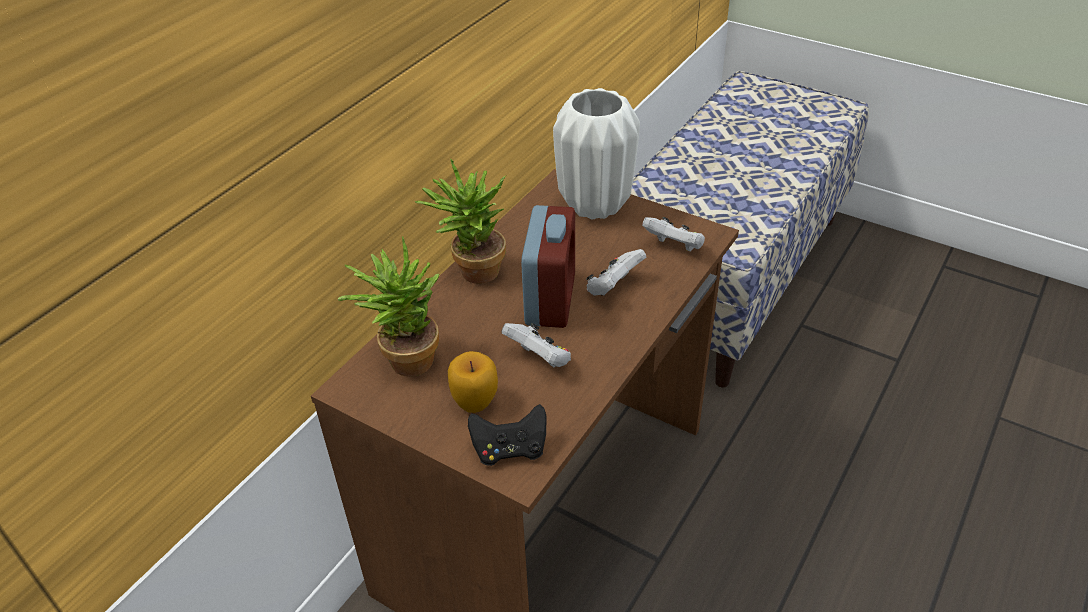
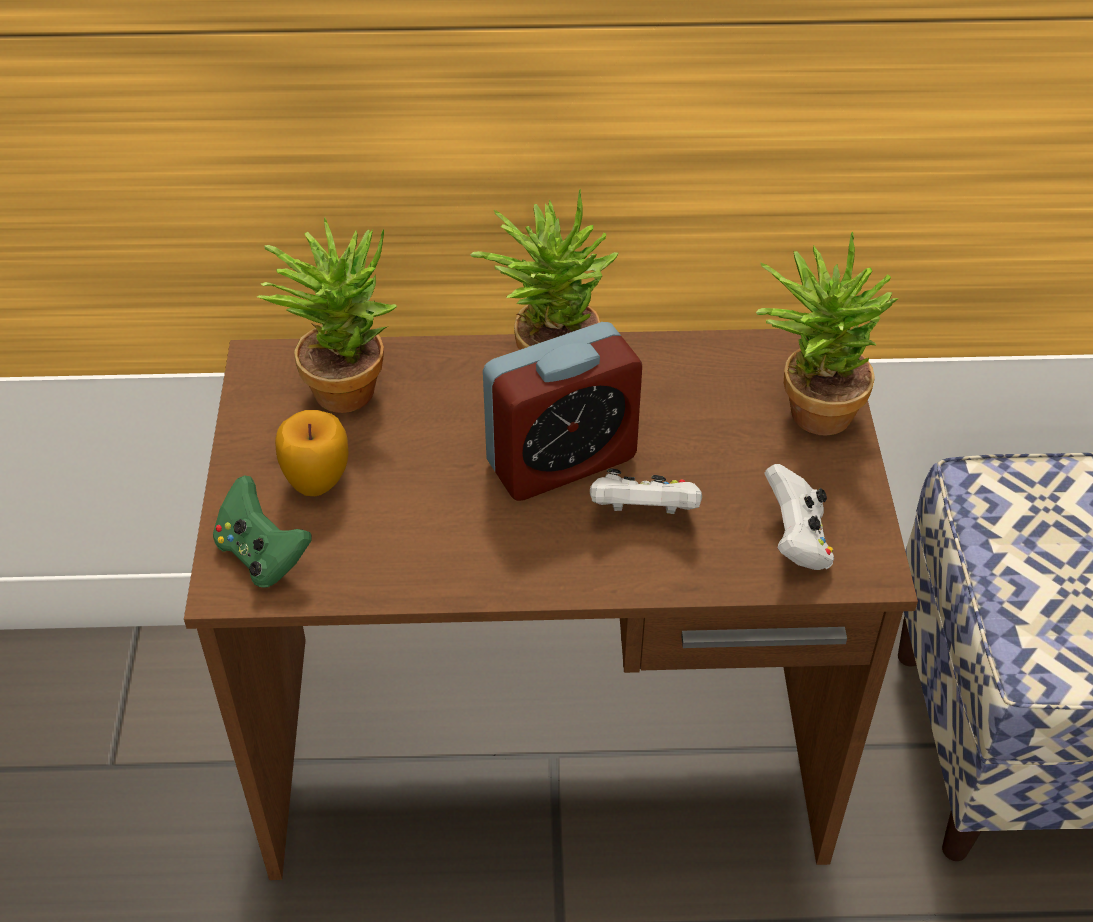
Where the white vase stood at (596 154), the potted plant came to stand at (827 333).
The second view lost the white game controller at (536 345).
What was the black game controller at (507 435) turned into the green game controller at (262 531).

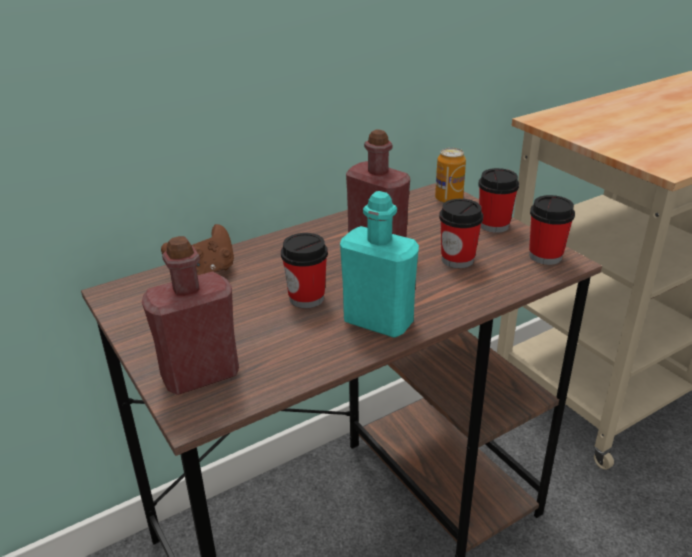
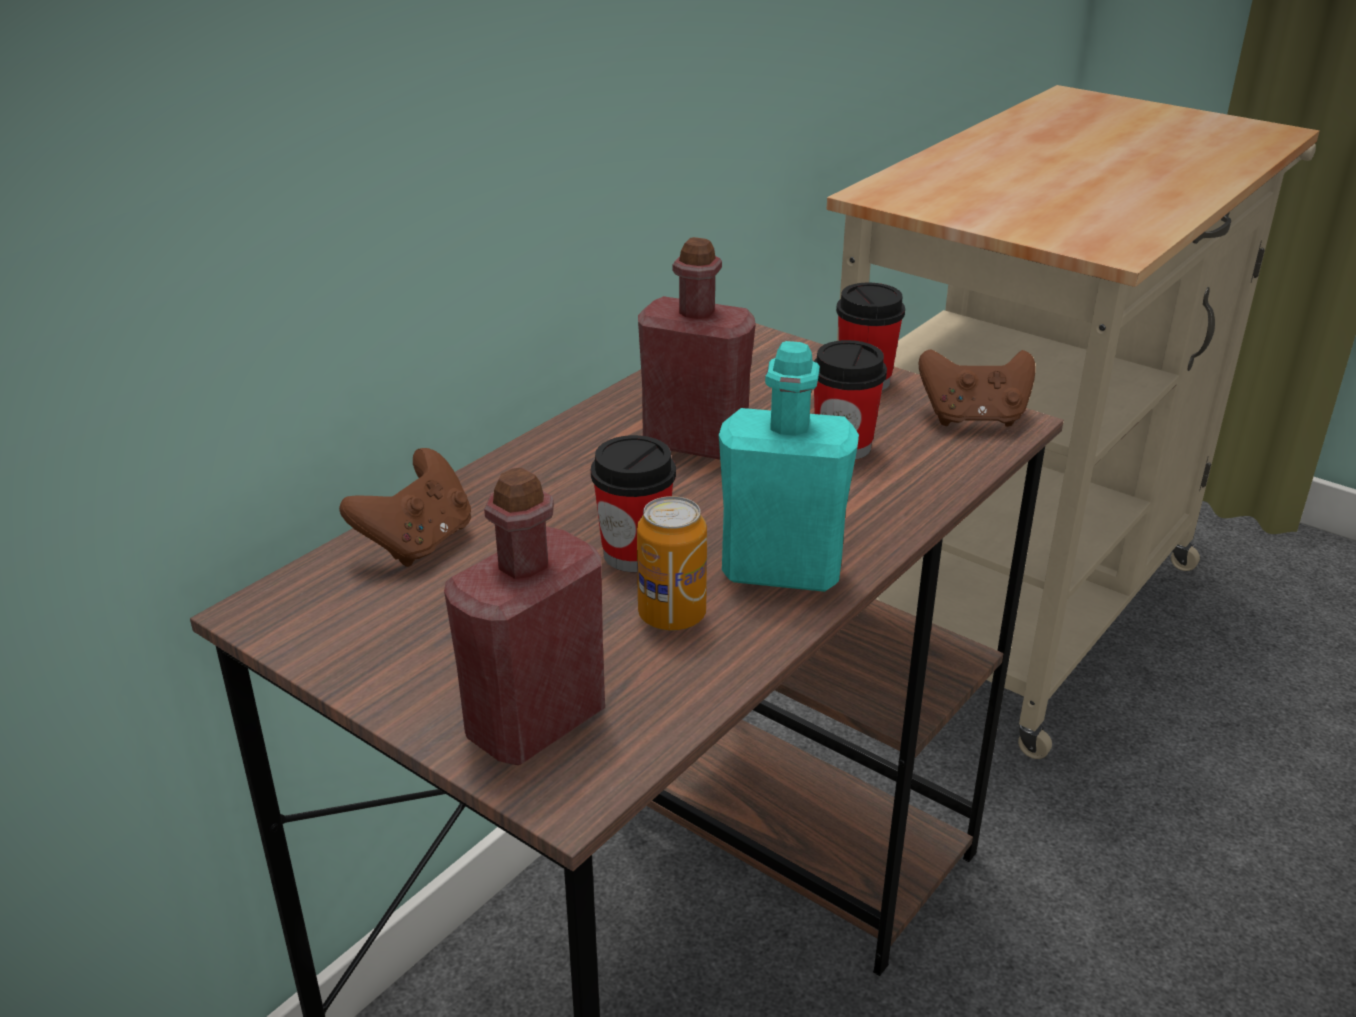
The can ended up elsewhere, having gone from (450 175) to (672 563).
Where the cup stood at (552 230), the brown game controller came to stand at (977 388).

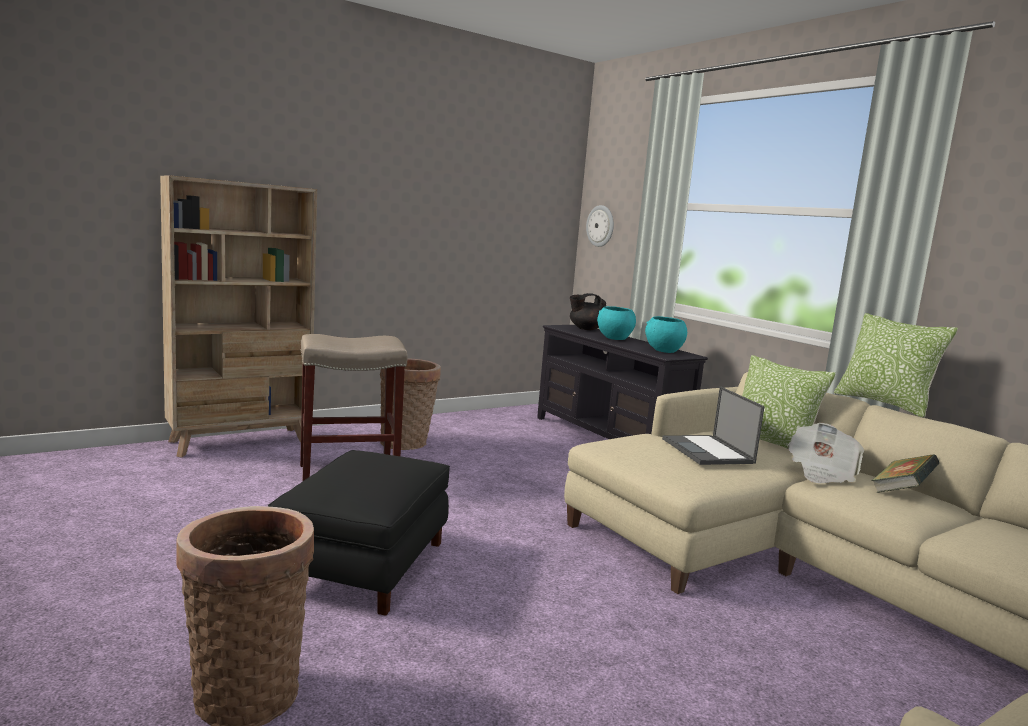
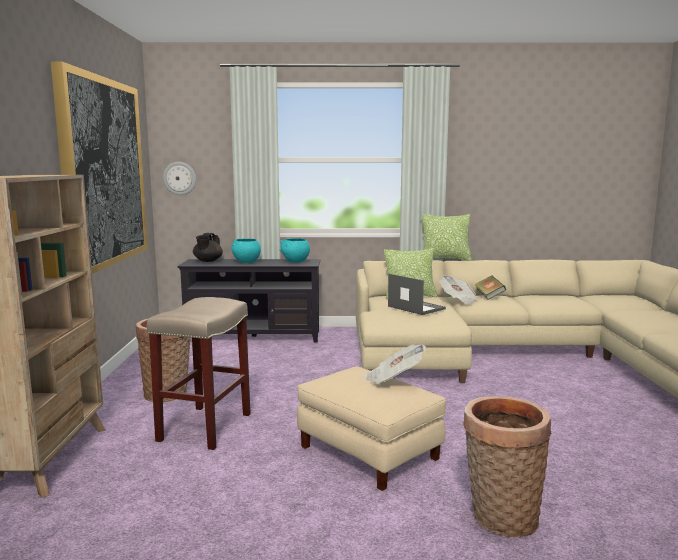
The laptop at (713 425) ended up facing another way, 150 degrees counterclockwise from before.
What was the black ottoman at (359 533) turned into the beige ottoman at (371 428).
The second view gained the picture at (99 167).
The second view gained the newspaper at (394 365).

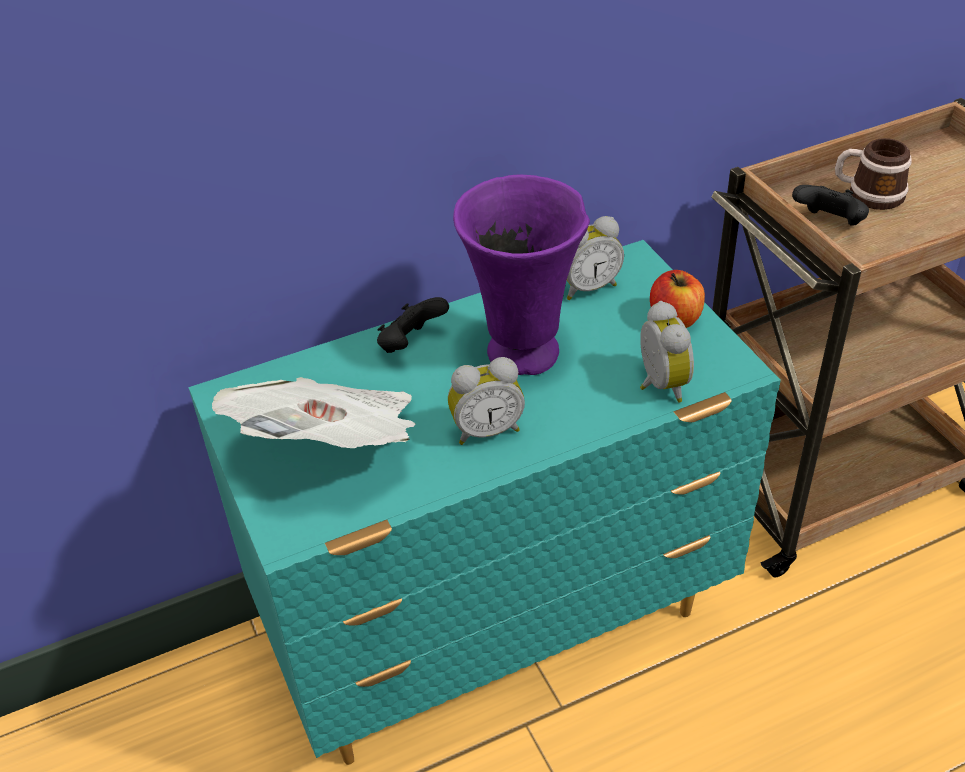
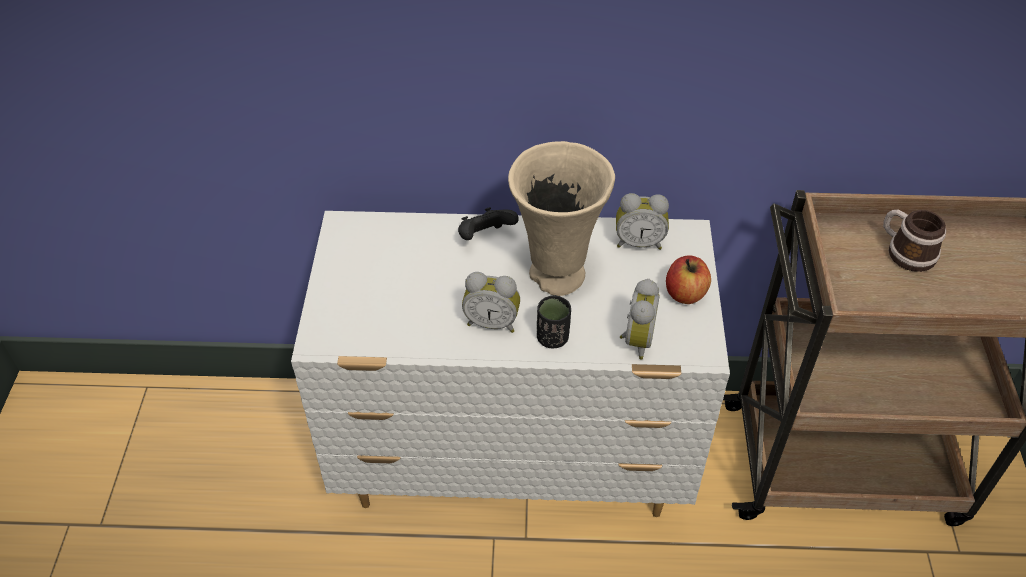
What was the purple vase at (521 275) turned into the beige vase at (561 218).
The second view lost the black game controller at (830 205).
What was the turquoise dresser at (484 502) turned into the white dresser at (510 364).
The second view lost the newspaper at (314 412).
The second view gained the black cup at (554 322).

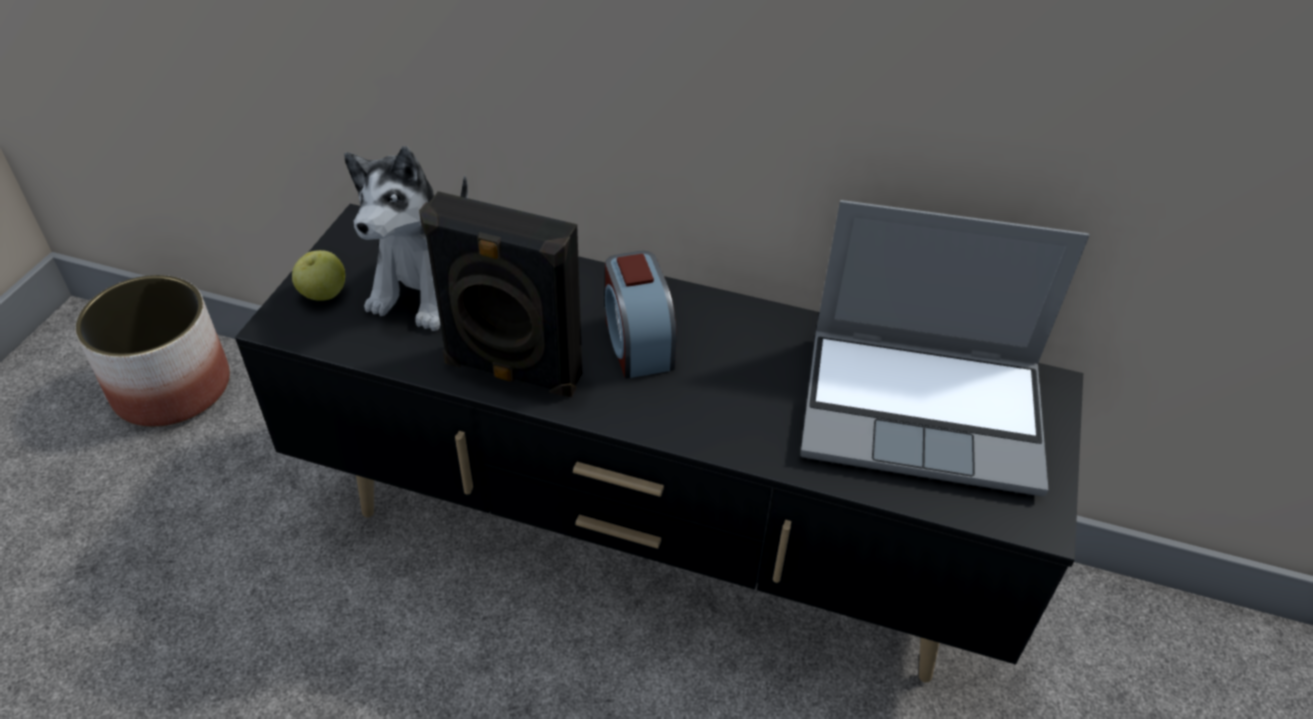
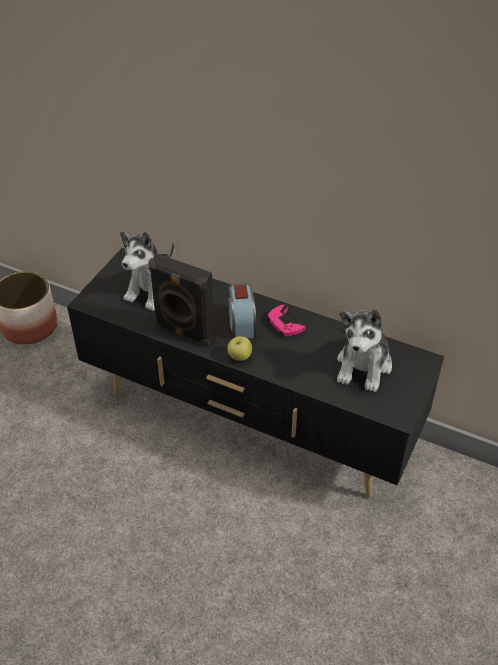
Where the laptop stood at (945 348), the plush toy came to stand at (364 350).
The apple ended up elsewhere, having gone from (318 275) to (239 348).
The second view gained the pink game controller at (285 320).

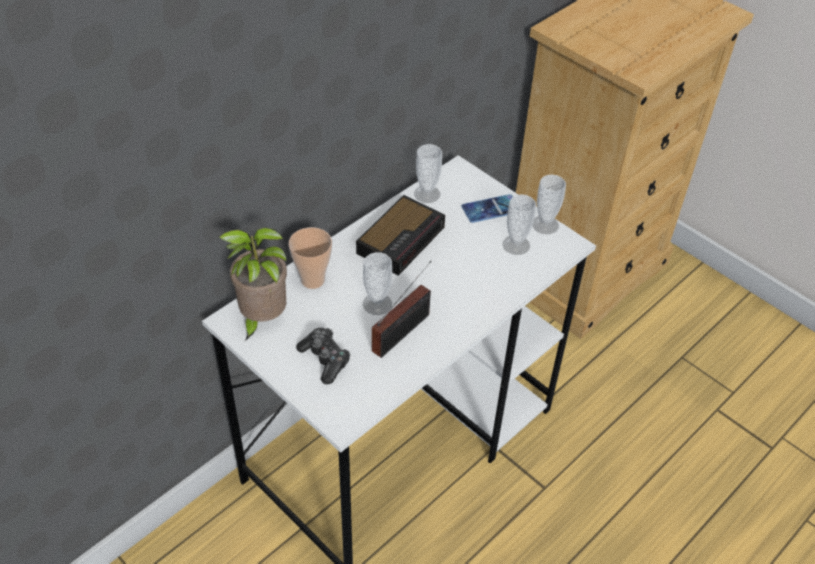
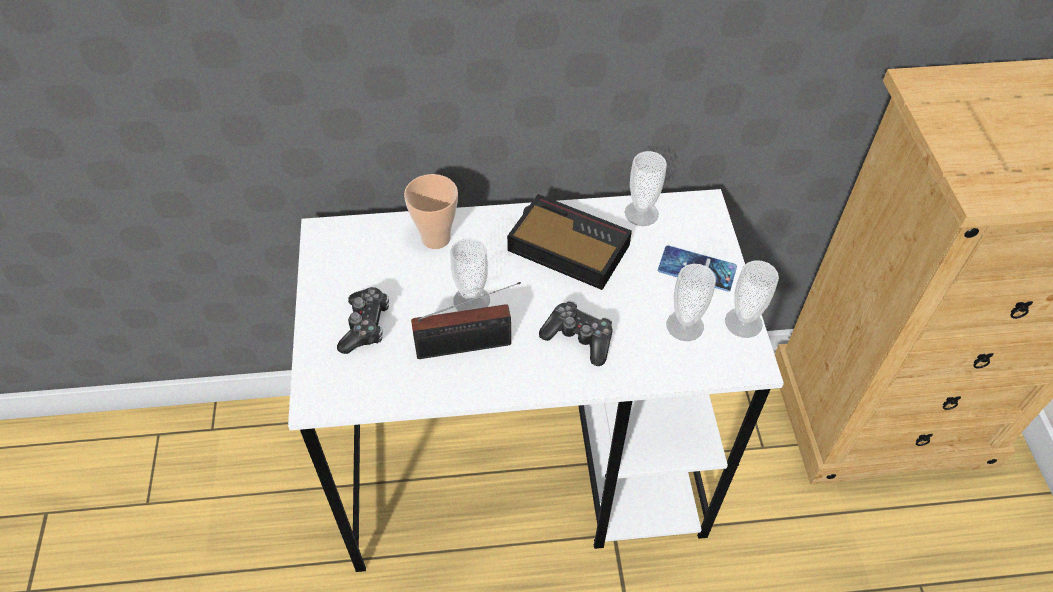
The alarm clock at (400 235) ended up facing another way, 135 degrees counterclockwise from before.
The second view lost the potted plant at (253 284).
The second view gained the game controller at (576 333).

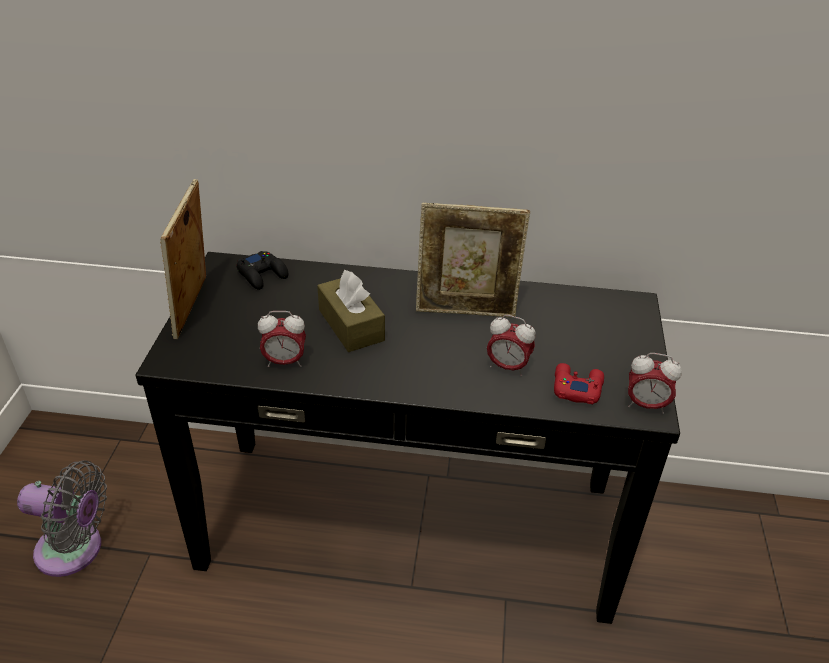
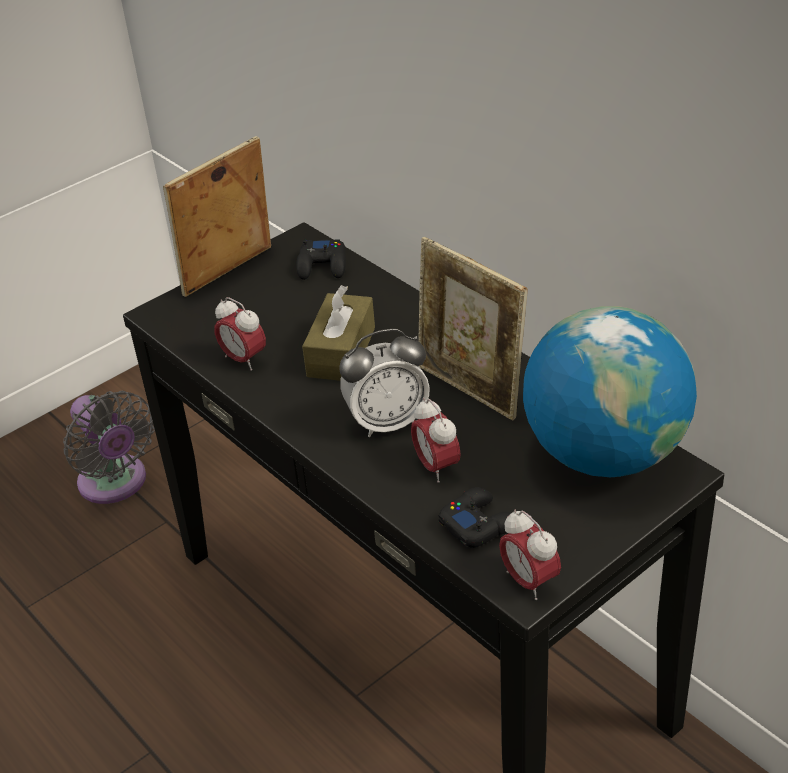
What was the red game controller at (579 383) turned into the black game controller at (475 517).
The second view gained the globe at (610 391).
The second view gained the alarm clock at (384 383).

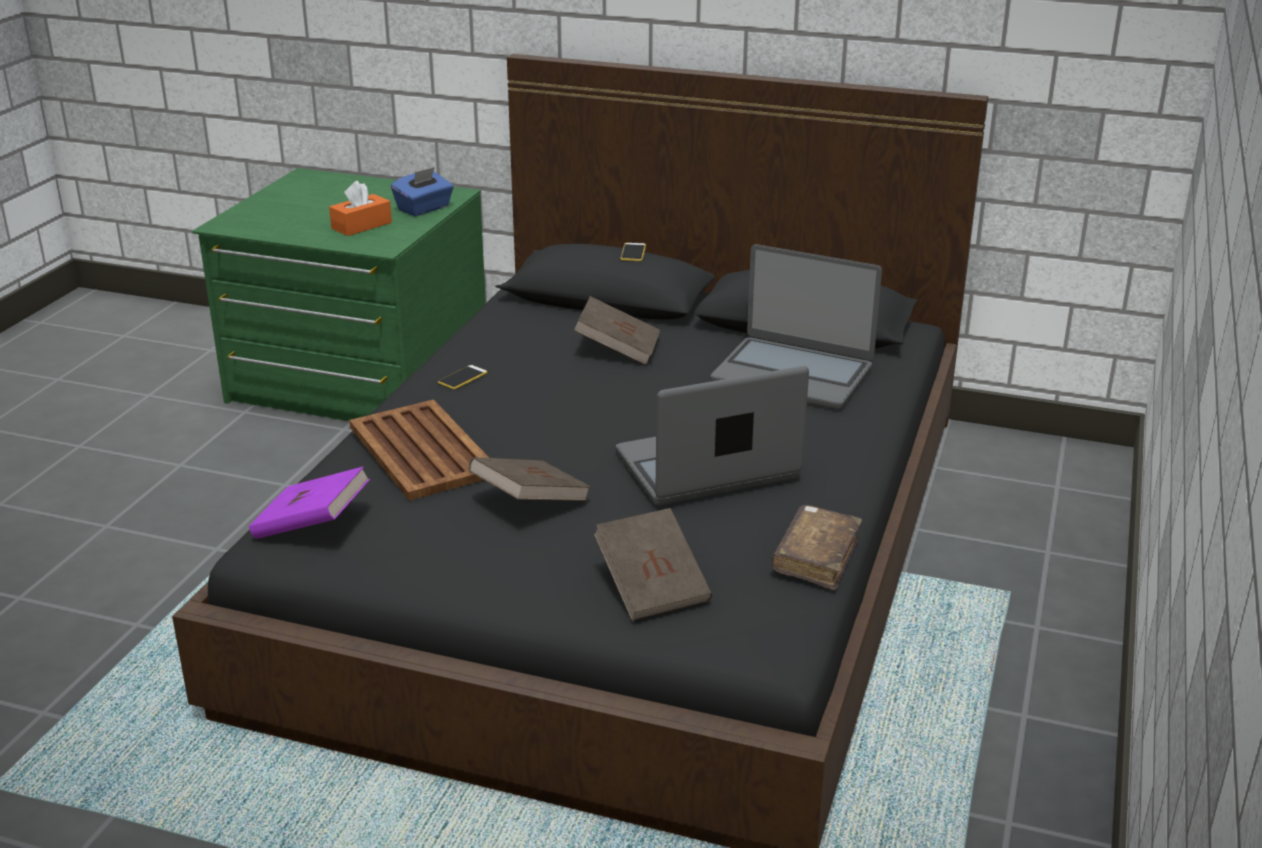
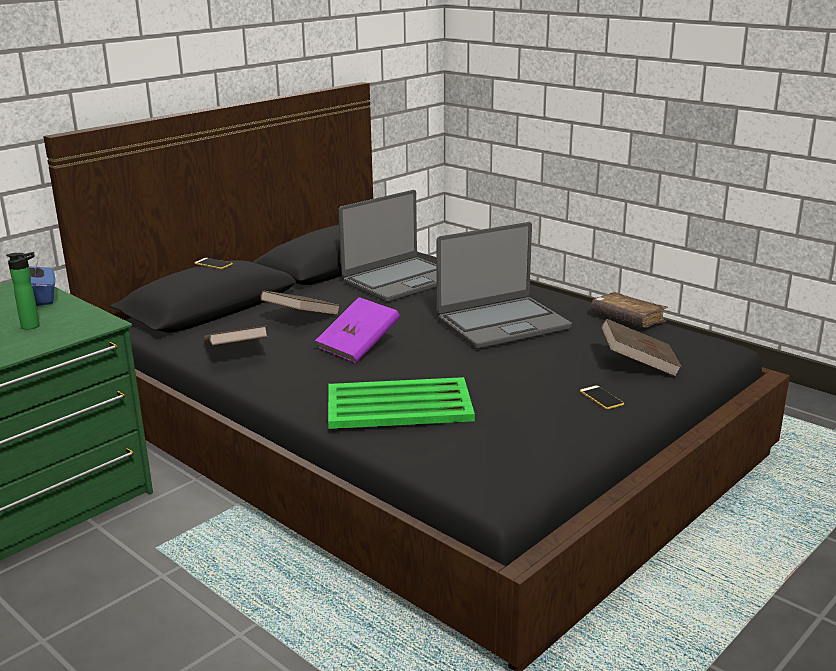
Where the orange tissue box stood at (360 208), the bottle came to stand at (23 291).
The phone ended up elsewhere, having gone from (462 377) to (602 397).
The laptop at (712 435) ended up facing another way, 120 degrees counterclockwise from before.
What was the brown tray at (419 450) turned into the green tray at (401 403).
The brown book ended up elsewhere, having gone from (530 479) to (236 336).
The purple book ended up elsewhere, having gone from (309 503) to (357 330).

